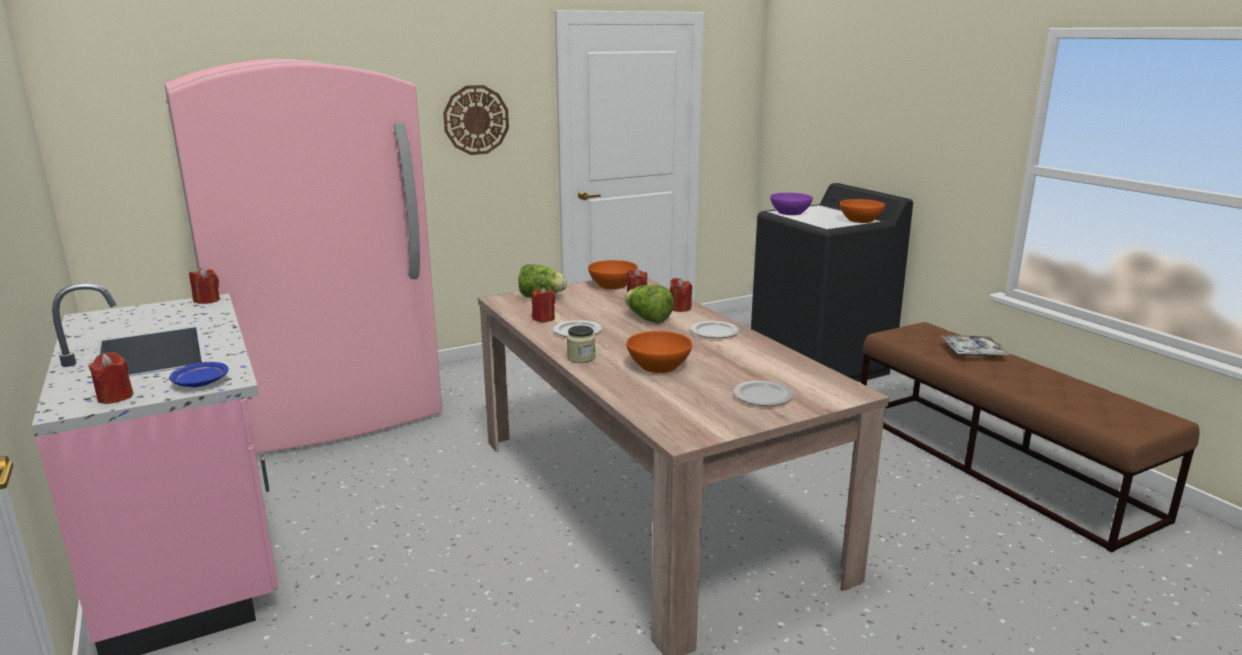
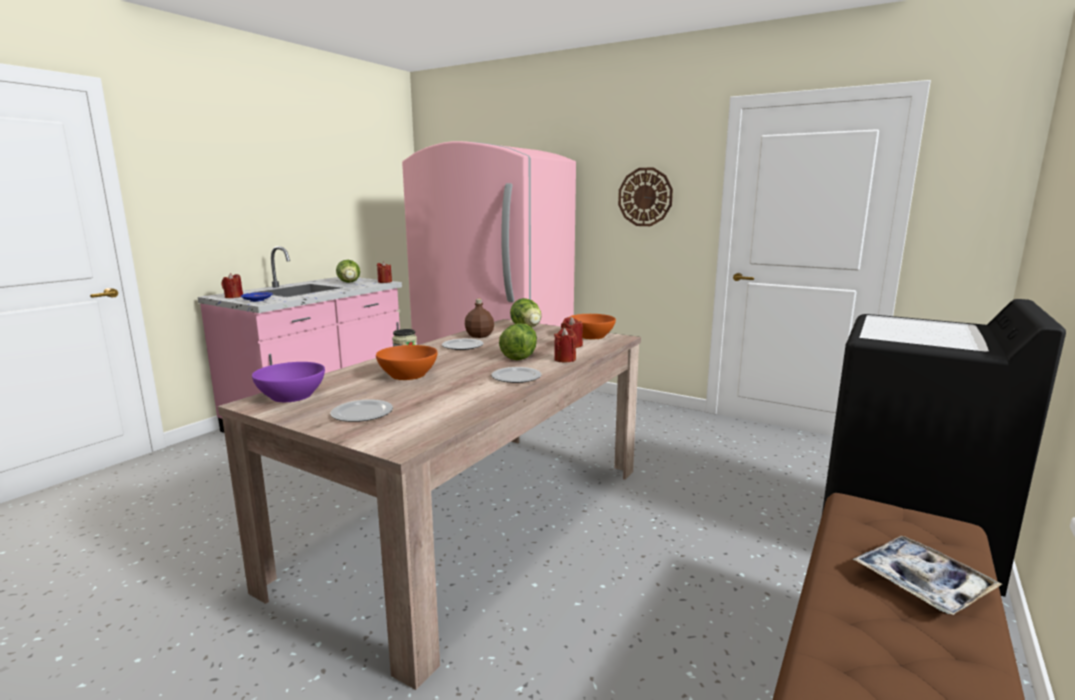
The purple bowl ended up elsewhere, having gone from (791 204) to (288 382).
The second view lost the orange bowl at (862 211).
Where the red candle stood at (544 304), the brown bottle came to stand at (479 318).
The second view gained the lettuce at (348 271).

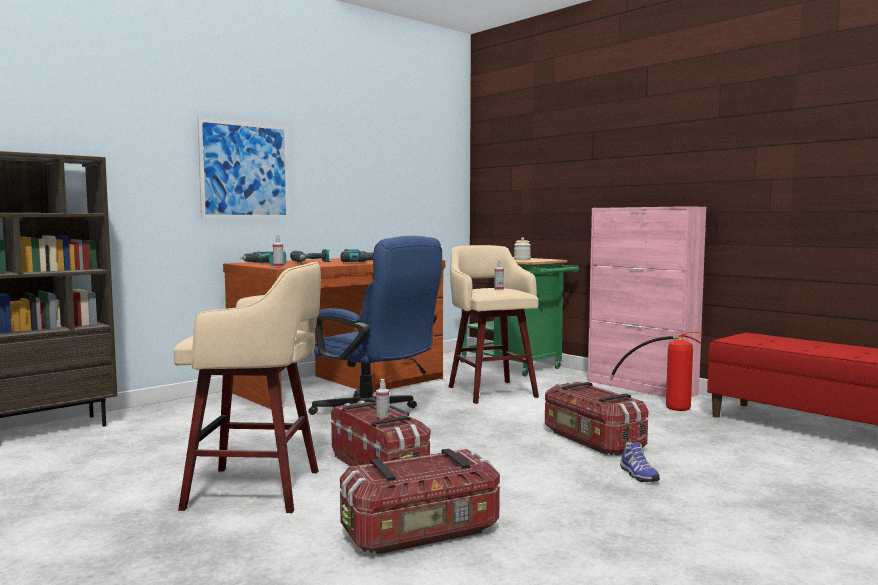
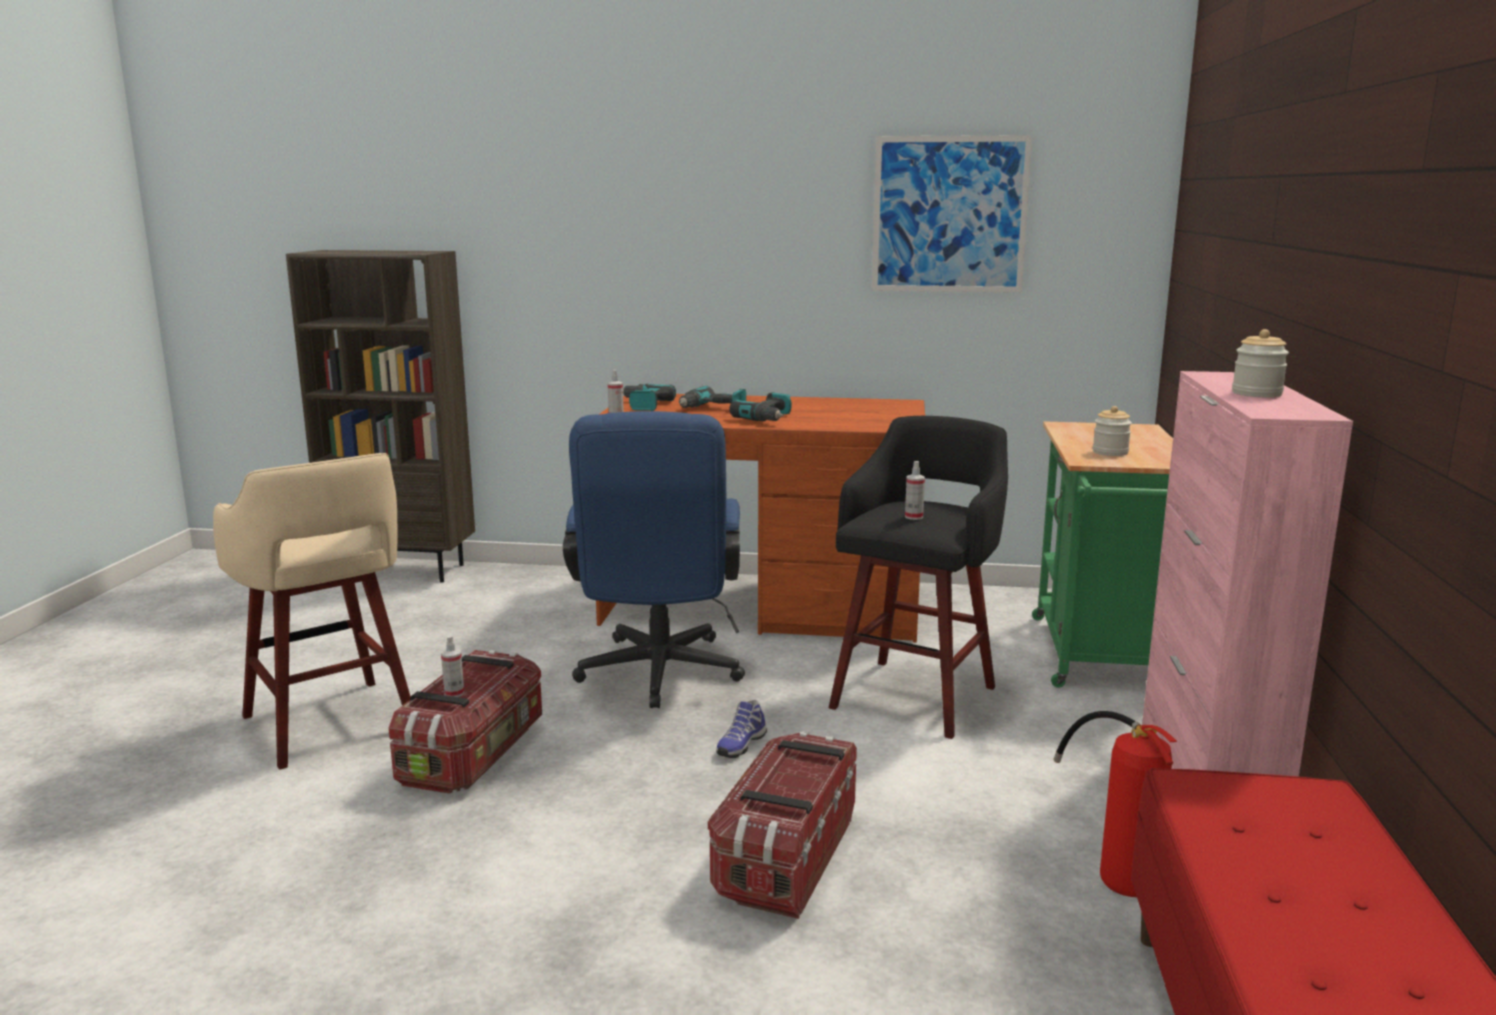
The picture ended up elsewhere, having gone from (243 168) to (952 214).
What was the beige stool at (494 324) turned into the black stool at (918 577).
The shoe ended up elsewhere, having gone from (640 462) to (741 729).
The second view lost the storage box at (420 501).
The second view gained the jar at (1260 363).

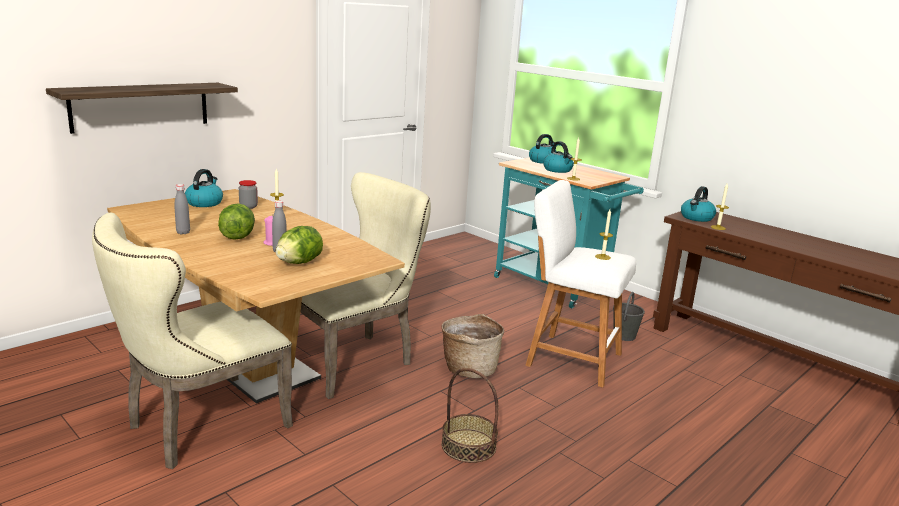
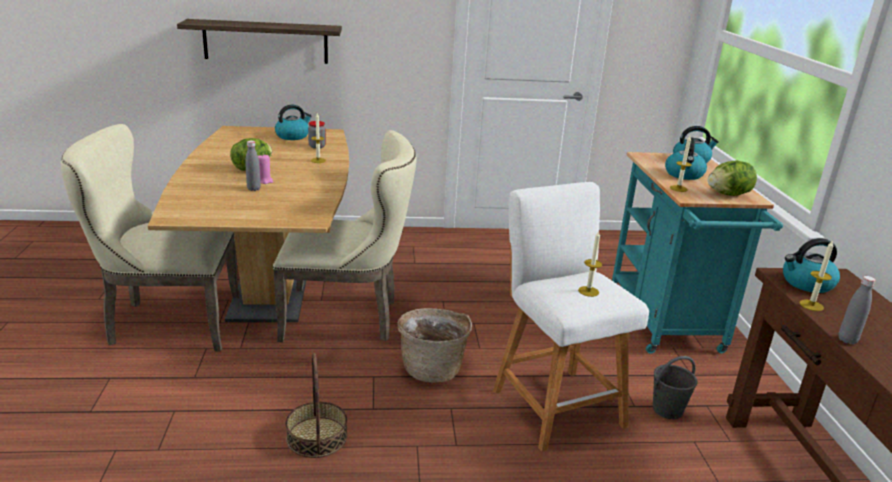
The grey bottle ended up elsewhere, having gone from (182 209) to (857 310).
The lettuce ended up elsewhere, having gone from (299 245) to (732 178).

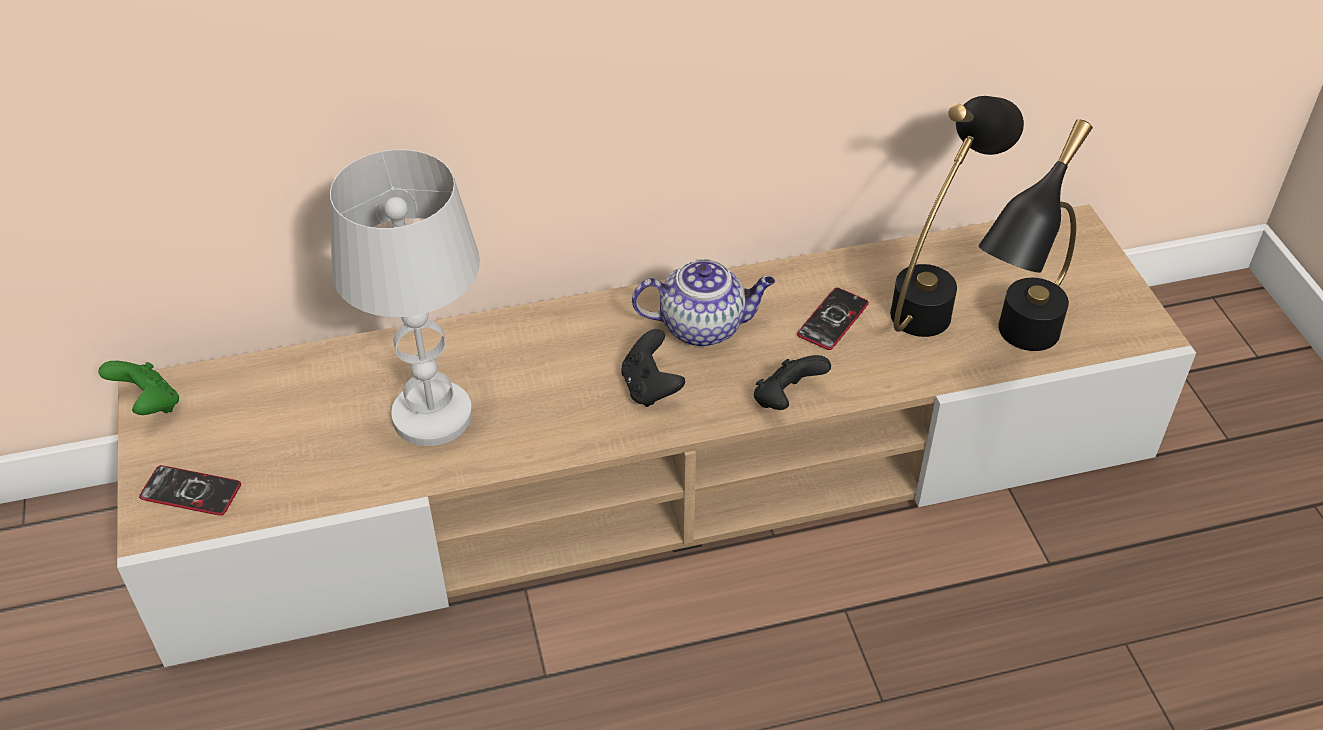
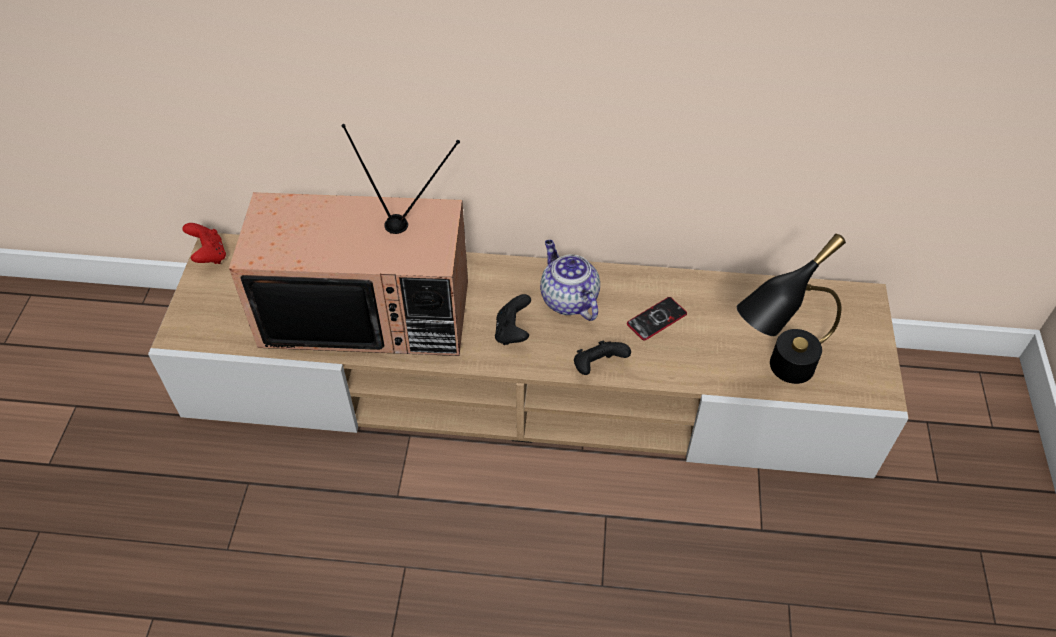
The second view lost the black table lamp at (957 216).
Where the white table lamp stood at (405 298), the television came to stand at (348 240).
The teapot at (703 303) ended up facing another way, 135 degrees counterclockwise from before.
What was the green game controller at (138 388) turned into the red game controller at (204 243).
The second view lost the phone at (190 490).

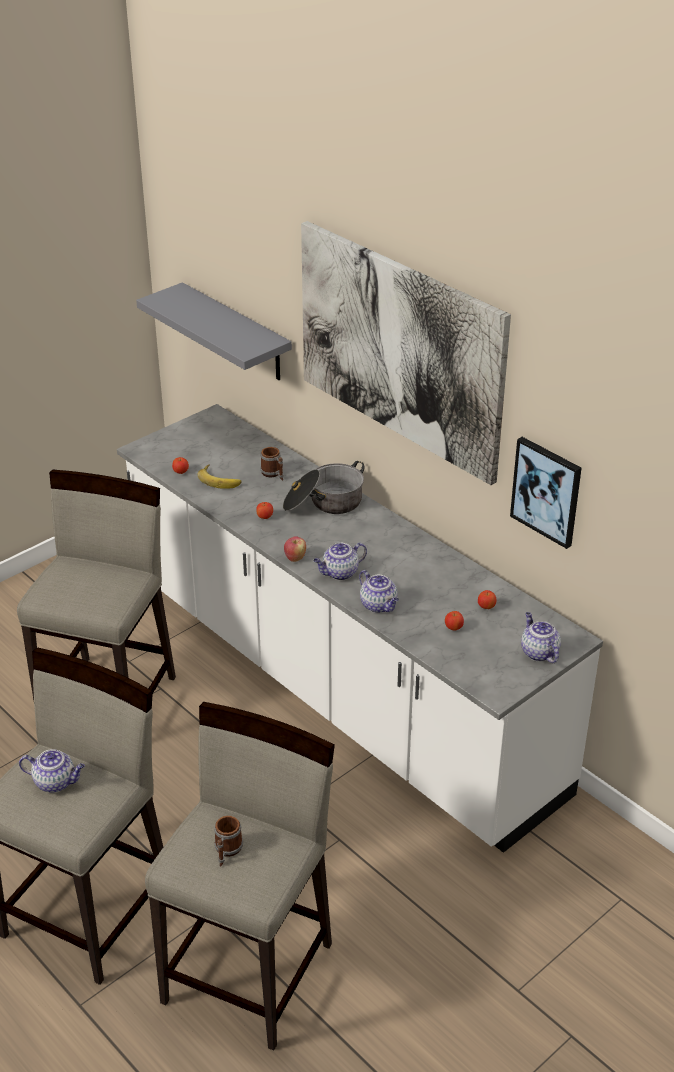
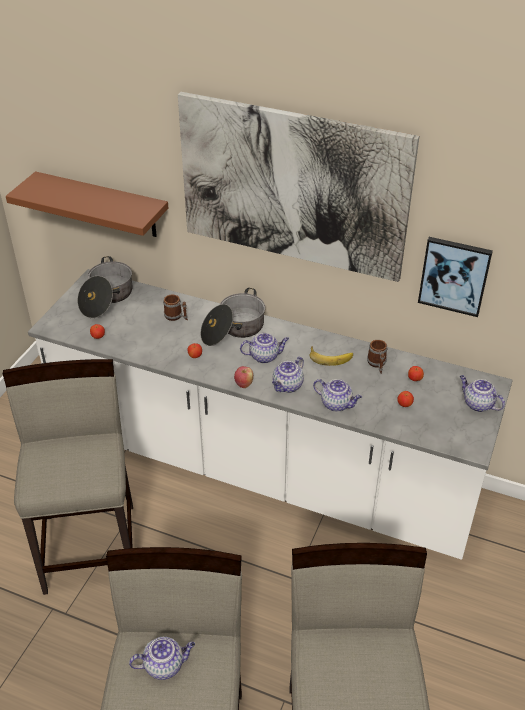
What was the grey shelf at (214 331) turned into the brown shelf at (87 204).
The banana ended up elsewhere, having gone from (219 476) to (331 356).
The mug ended up elsewhere, having gone from (228 841) to (377 356).
The second view gained the cooking pot at (104 287).
The second view gained the teapot at (264 348).

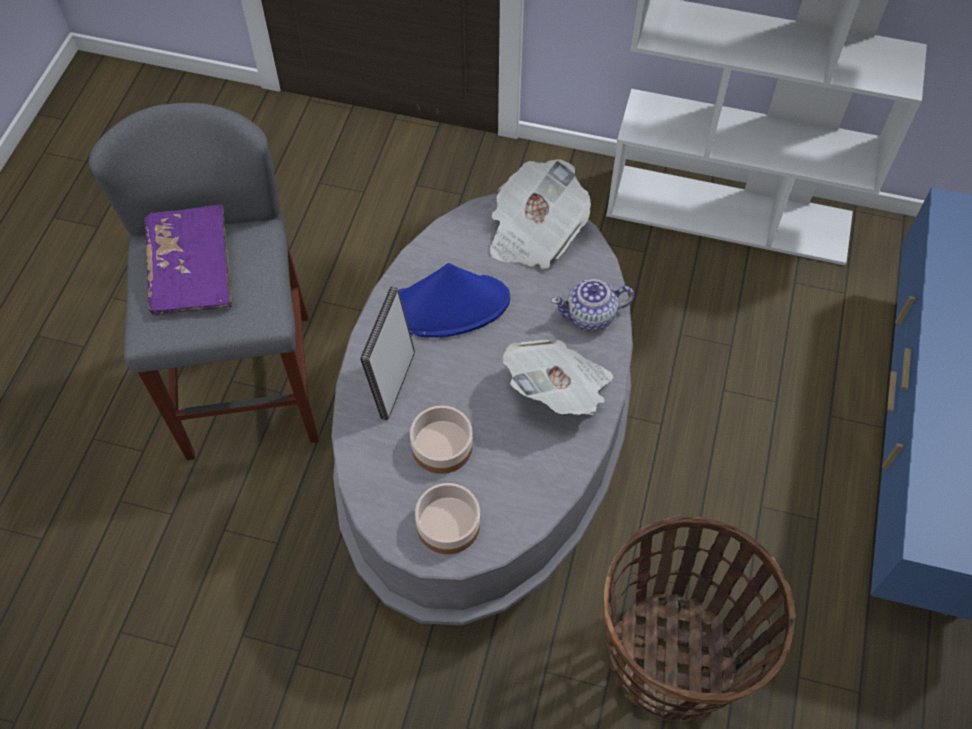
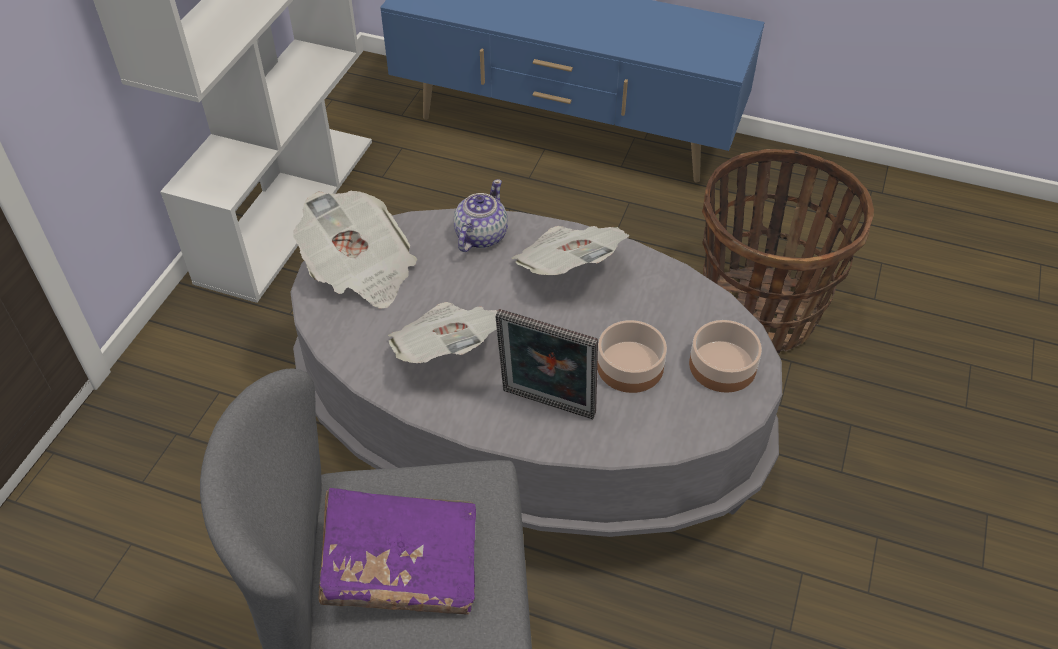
Where the blue hat stood at (454 300), the newspaper came to stand at (443 332).
The teapot at (593 305) ended up facing another way, 150 degrees counterclockwise from before.

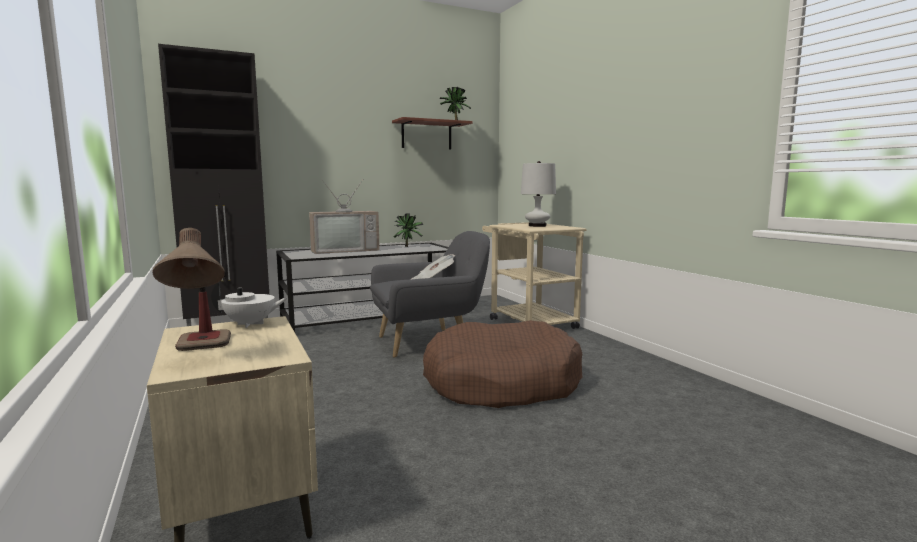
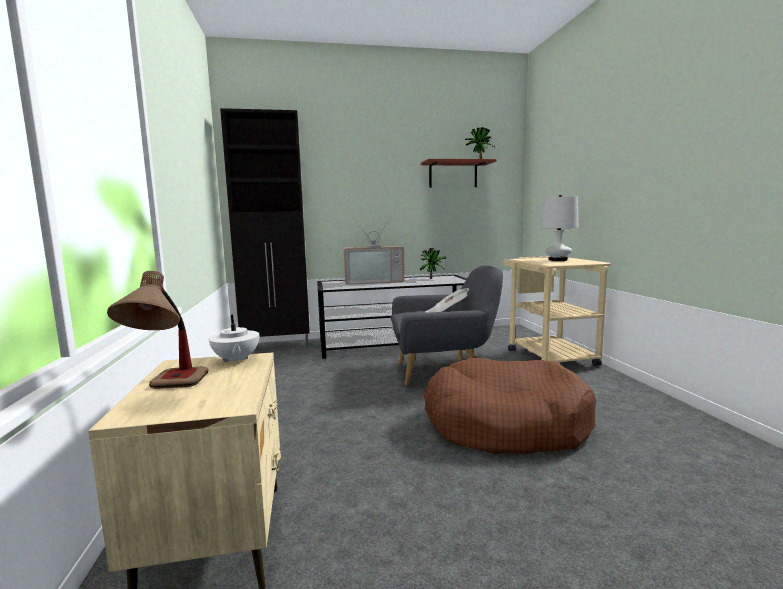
The white teapot at (249 305) ended up facing another way, 60 degrees clockwise from before.

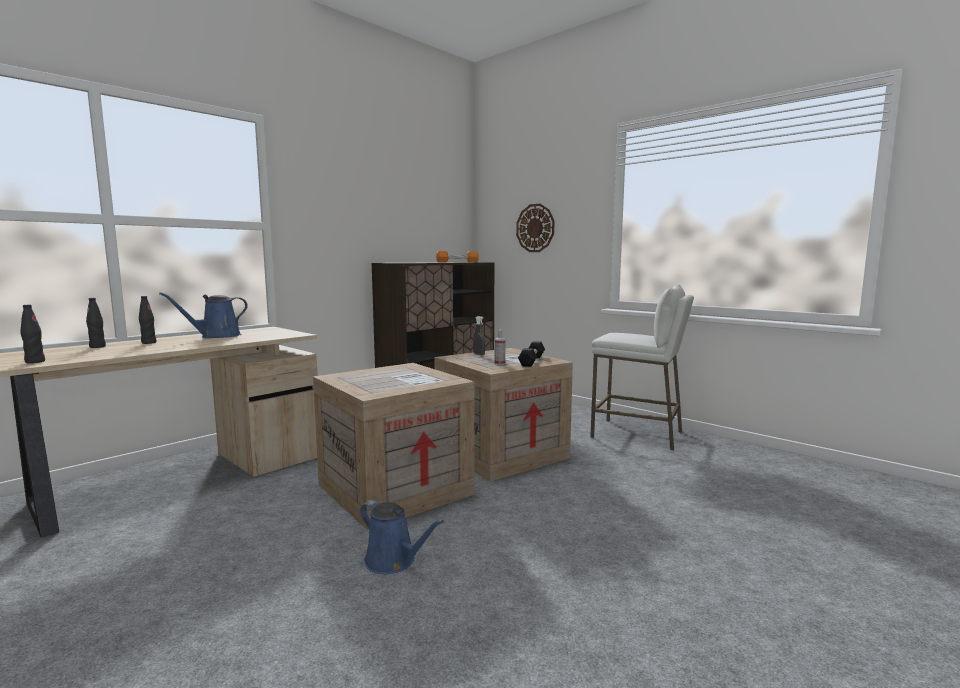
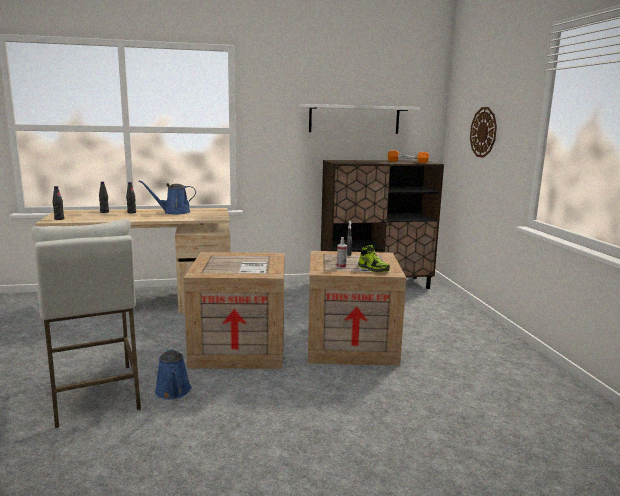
The white stool ended up elsewhere, having gone from (642 367) to (86 323).
Where the black dumbbell stood at (531 354), the shoe came to stand at (374 259).
The second view gained the white shelf at (360 119).

